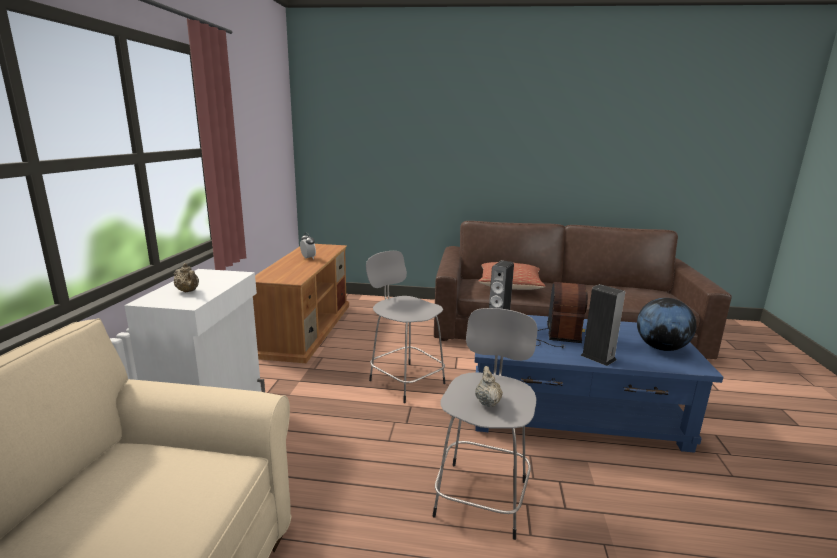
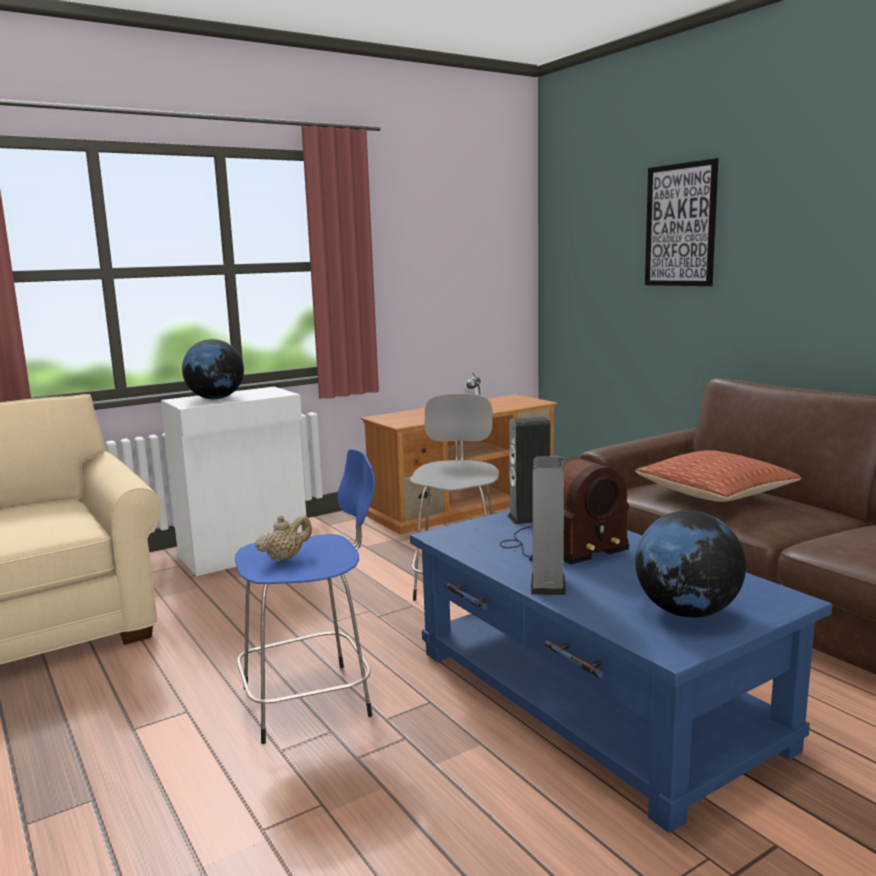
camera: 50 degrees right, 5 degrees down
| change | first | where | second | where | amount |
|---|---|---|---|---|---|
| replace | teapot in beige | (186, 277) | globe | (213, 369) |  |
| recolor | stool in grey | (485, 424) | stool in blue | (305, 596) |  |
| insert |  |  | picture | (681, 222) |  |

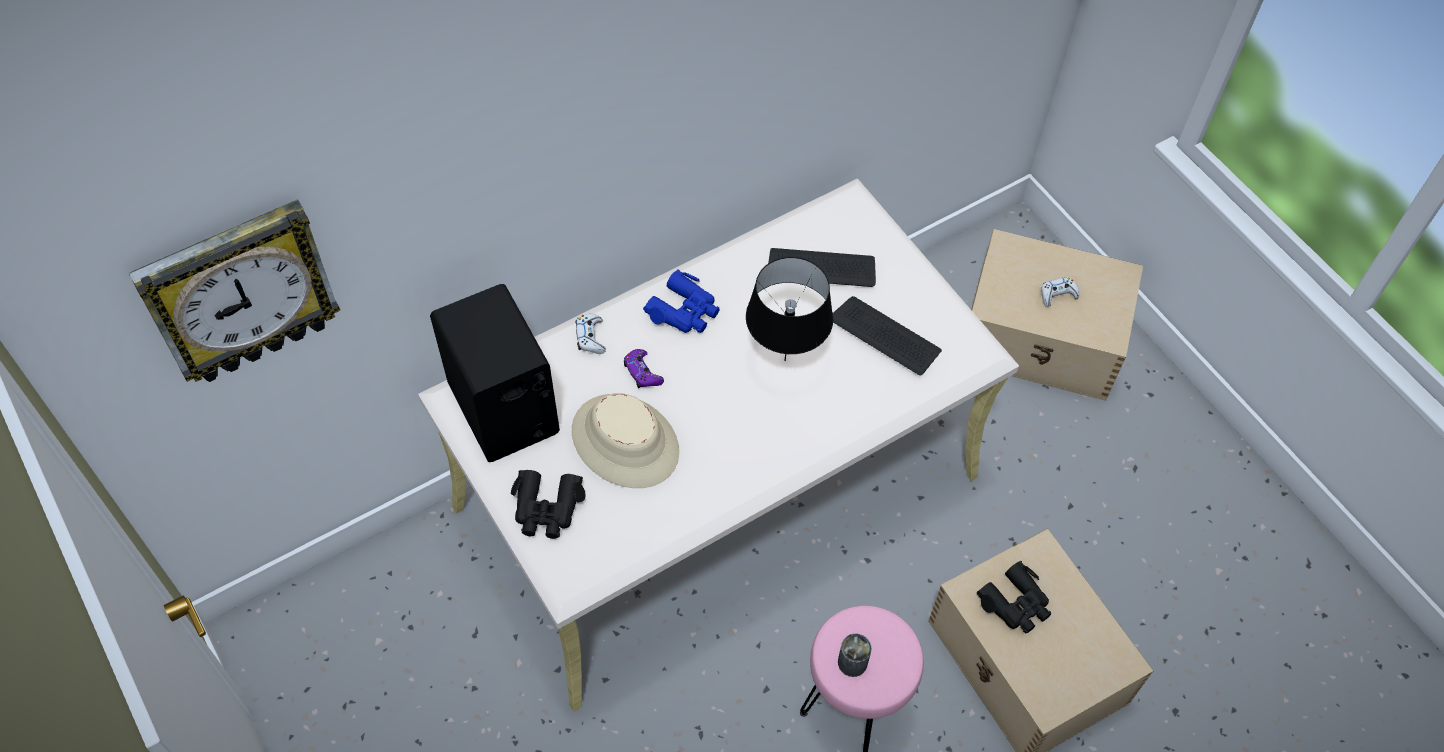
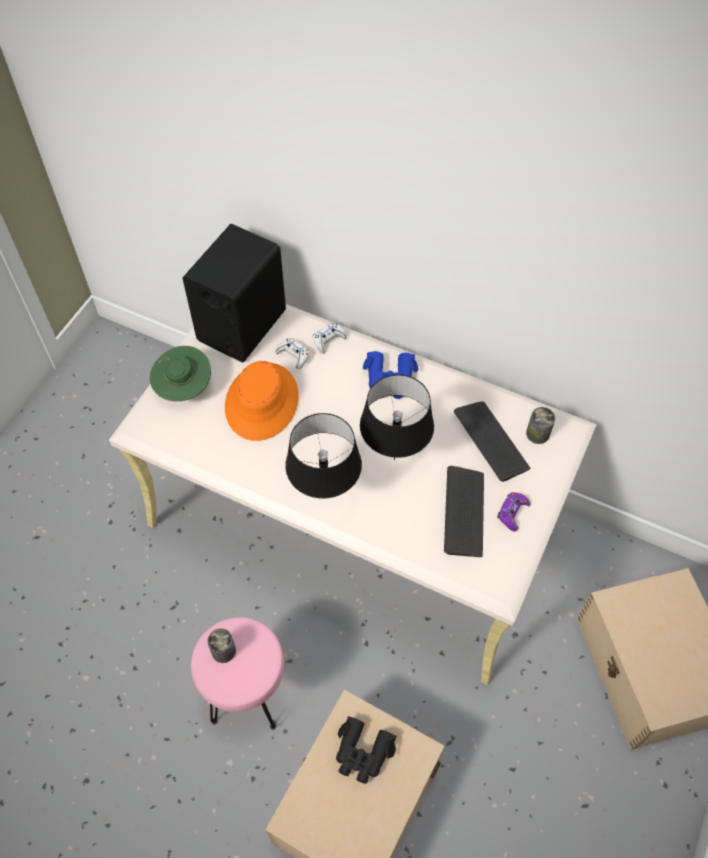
camera: 60 degrees right, 0 degrees up
| change | first | where | second | where | amount |
|---|---|---|---|---|---|
| delete | wall clock | (234, 291) |  |  |  |
| replace | binoculars in black | (548, 504) | hat in green | (180, 373) |  |
| recolor | hat in beige | (625, 440) | hat in orange | (262, 401) |  |
| move | game controller in purple | (644, 368) |  | (513, 511) |  |
| move | game controller in white | (1060, 292) |  | (292, 353) |  |
| insert |  |  | table lamp in black | (323, 455) |  |
| insert |  |  | can | (540, 425) |  |

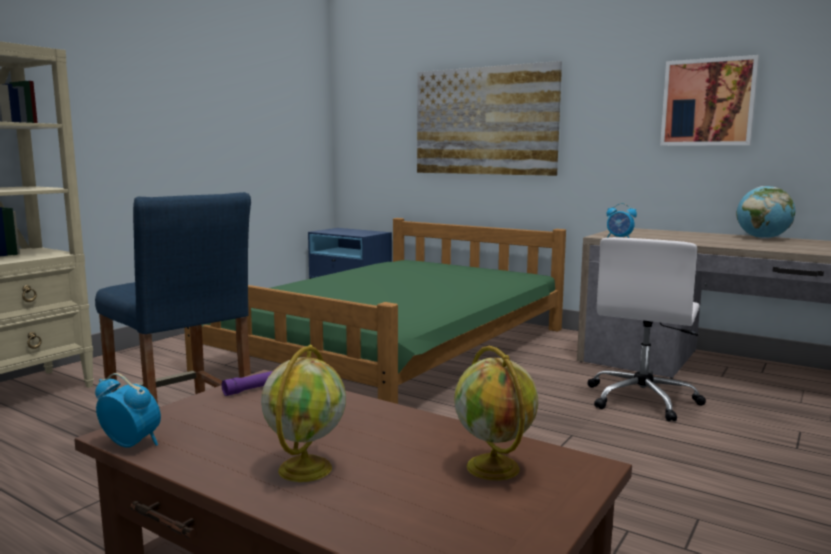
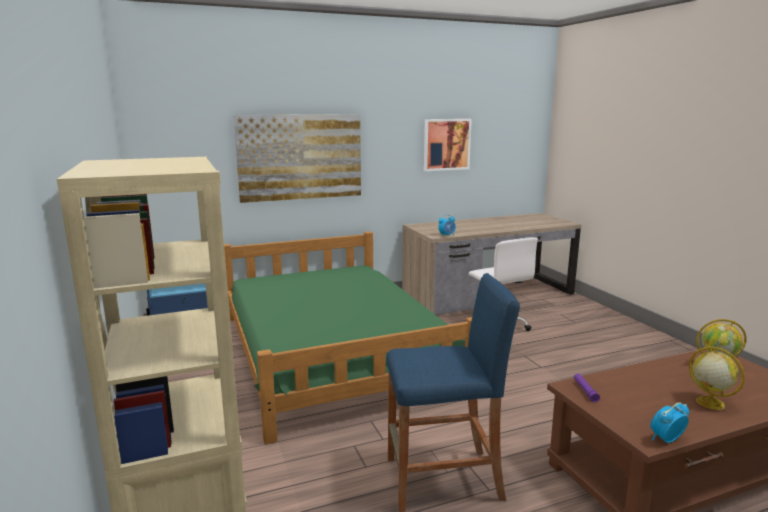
camera: 55 degrees left, 5 degrees up
| change | first | where | second | where | amount |
|---|---|---|---|---|---|
| delete | globe | (765, 212) |  |  |  |

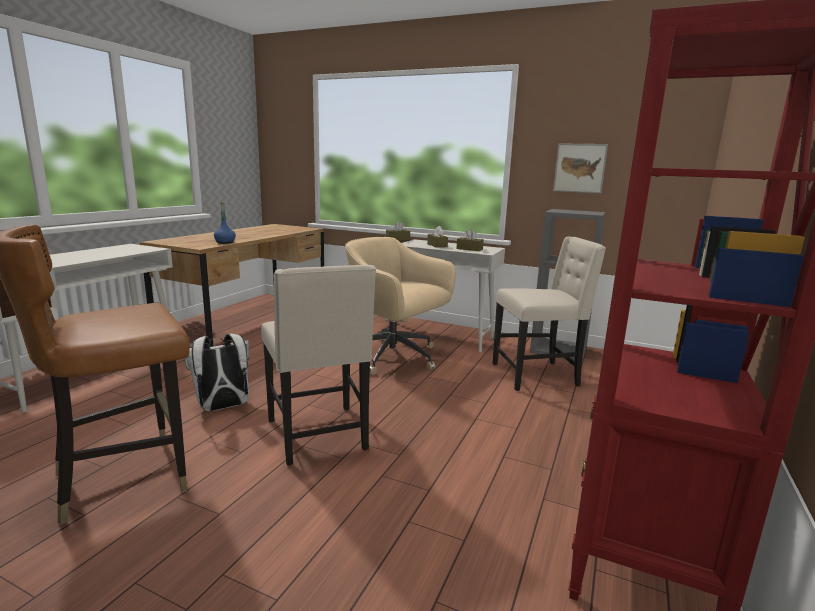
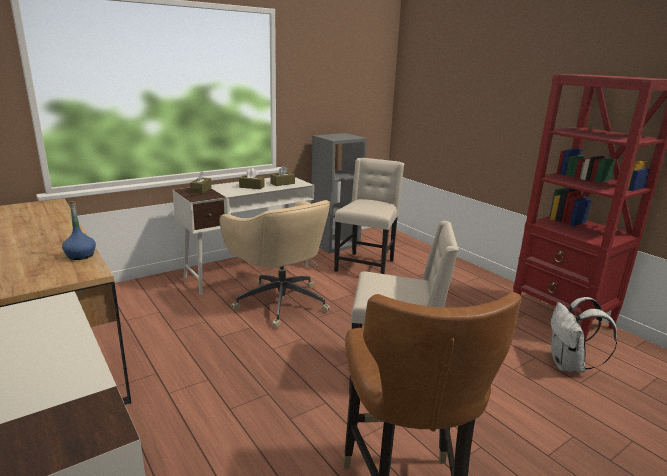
camera: 60 degrees left, 5 degrees up
| change | first | where | second | where | amount |
|---|---|---|---|---|---|
| move | backpack in white | (216, 372) |  | (583, 335) |  |
| rotate | office chair in beige | (400, 306) |  | (275, 264) | 105 degrees counterclockwise |
| delete | picture | (580, 168) |  |  |  |

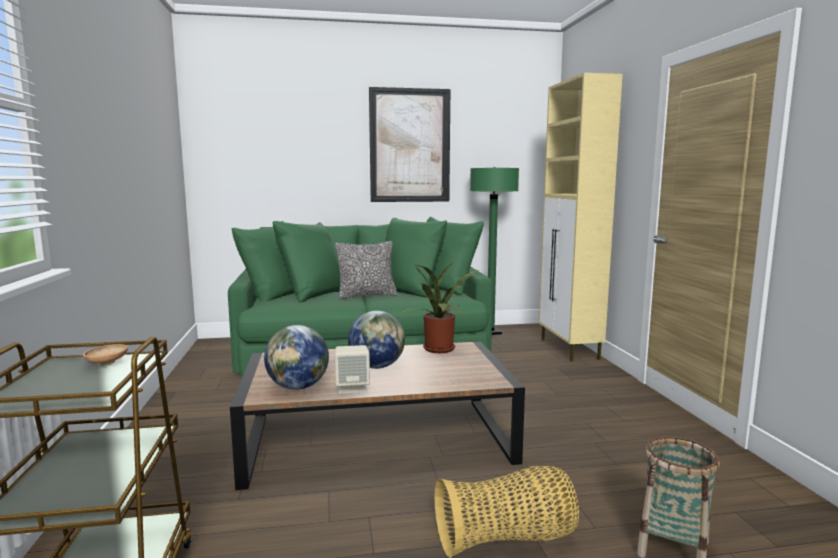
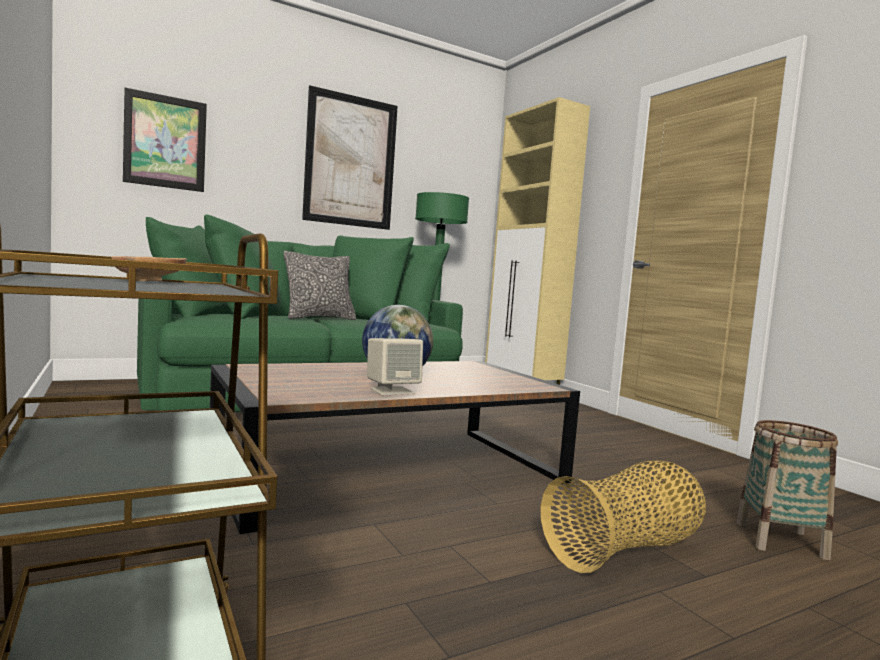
camera: 20 degrees left, 5 degrees down
| change | first | where | second | where | amount |
|---|---|---|---|---|---|
| delete | globe | (296, 357) |  |  |  |
| delete | potted plant | (441, 307) |  |  |  |
| insert |  |  | picture | (165, 140) |  |

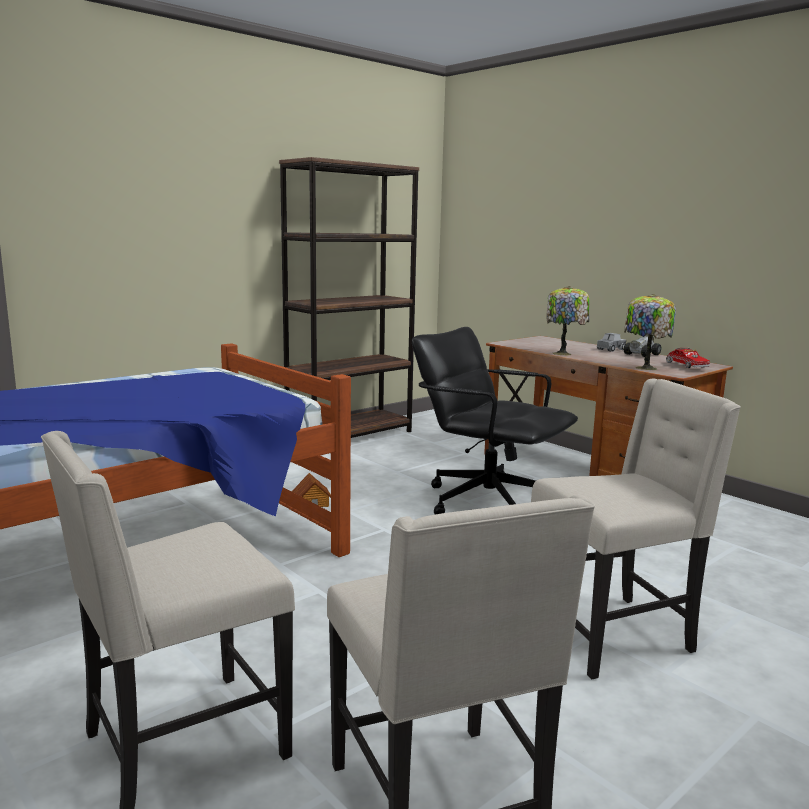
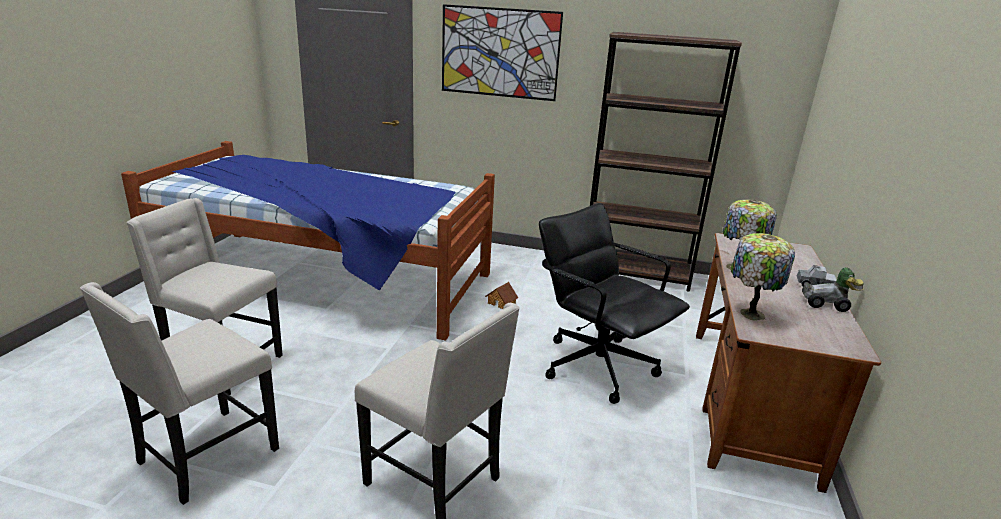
camera: 55 degrees right, 10 degrees up
| change | first | where | second | where | amount |
|---|---|---|---|---|---|
| rotate | office chair in black | (495, 420) |  | (614, 303) | 45 degrees counterclockwise |
| delete | toy truck | (688, 358) |  |  |  |
| insert |  |  | picture | (502, 52) |  |

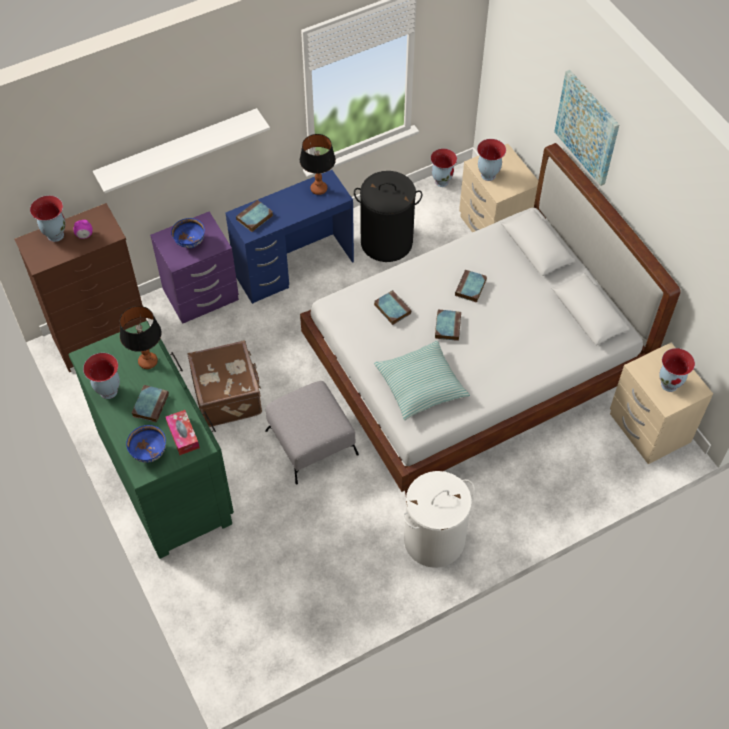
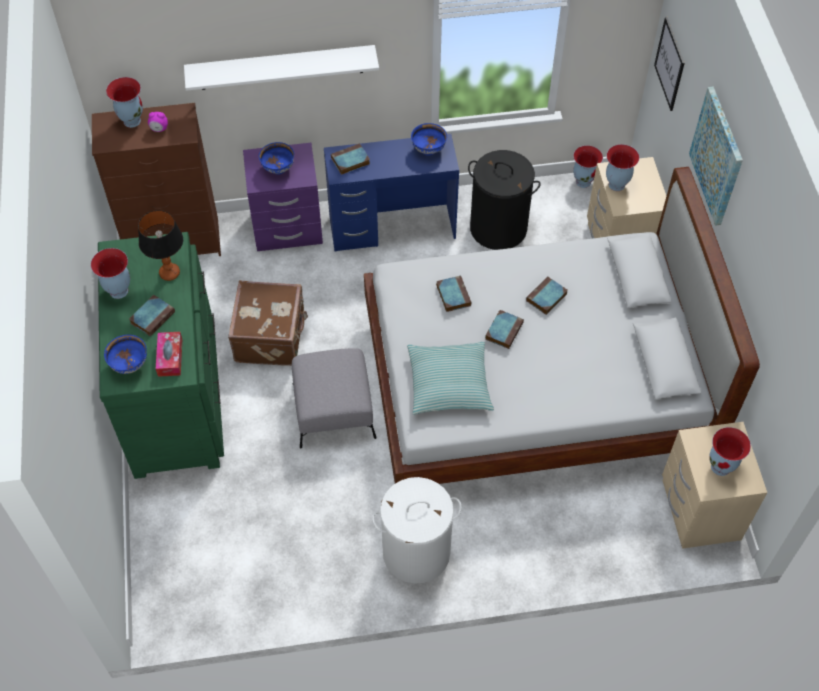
camera: 20 degrees right, 0 degrees up
| change | first | where | second | where | amount |
|---|---|---|---|---|---|
| replace | table lamp | (318, 164) | bowl in blue | (429, 139) |  |
| insert |  |  | picture | (669, 64) |  |

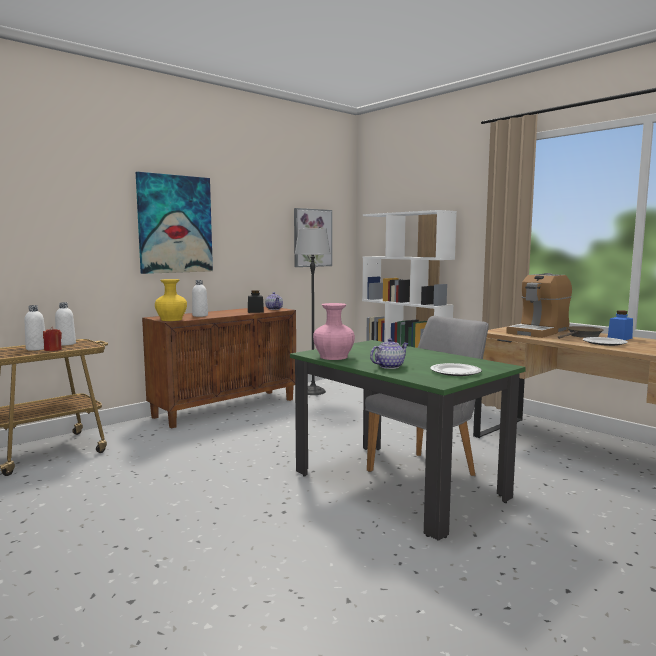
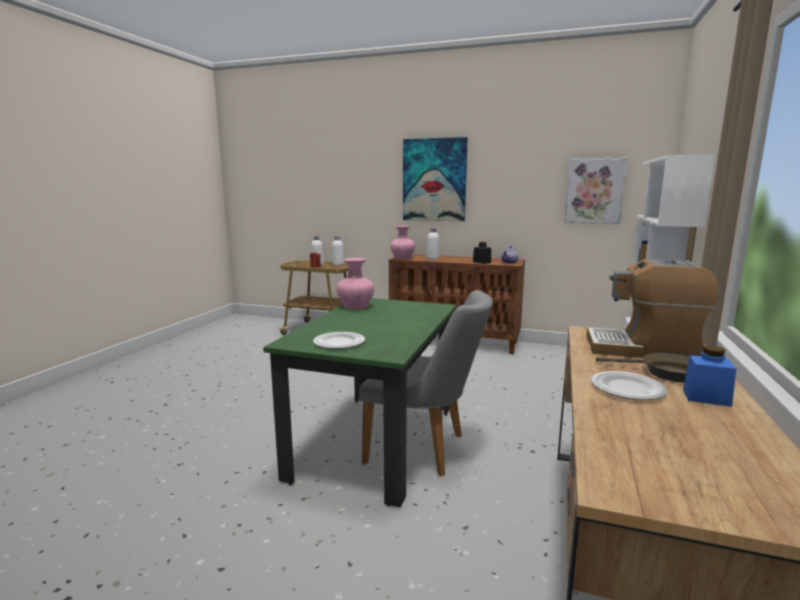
camera: 60 degrees right, 5 degrees up
| change | first | where | second | where | amount |
|---|---|---|---|---|---|
| recolor | vase in yellow | (171, 300) | vase in pink | (402, 242) |  |
| delete | floor lamp | (313, 311) |  |  |  |
| delete | teapot | (389, 353) |  |  |  |

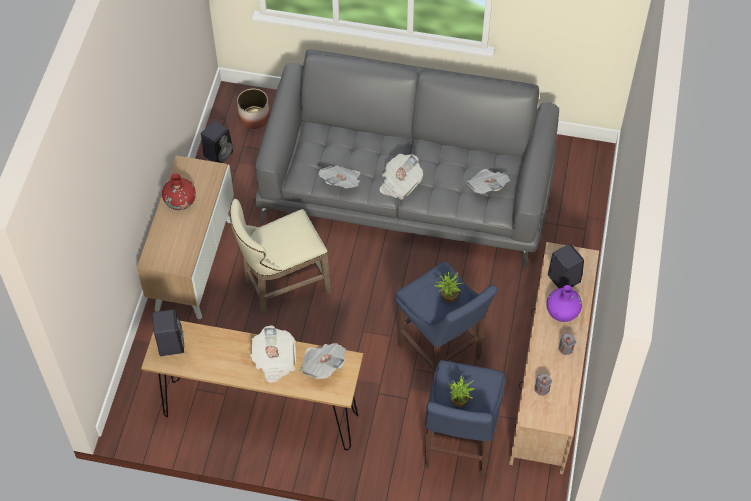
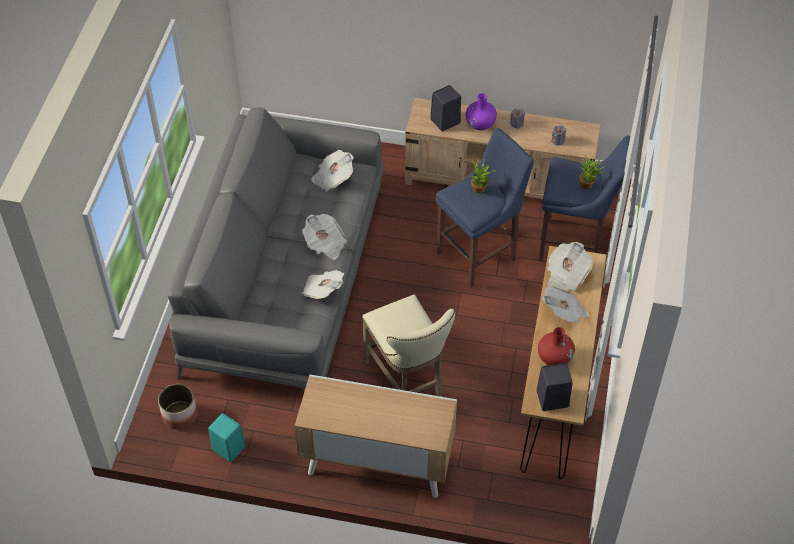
camera: 90 degrees left, 5 degrees down
| change | first | where | second | where | amount |
|---|---|---|---|---|---|
| move | vase in red | (179, 191) |  | (556, 346) |  |
| recolor | speaker in black | (217, 142) | speaker in turquoise | (227, 437) |  |

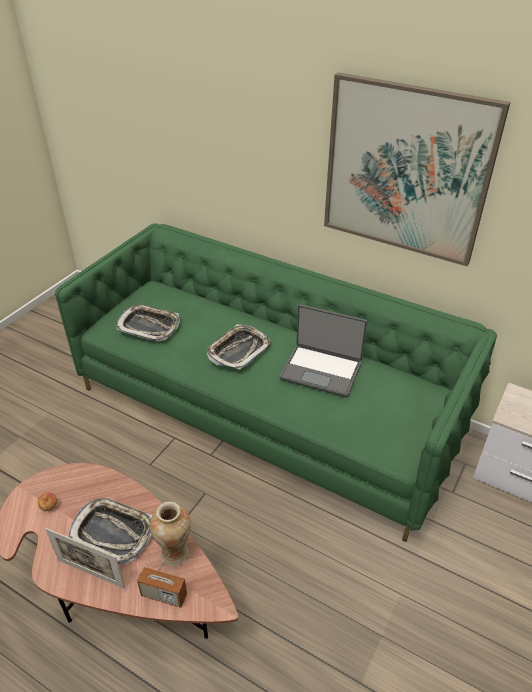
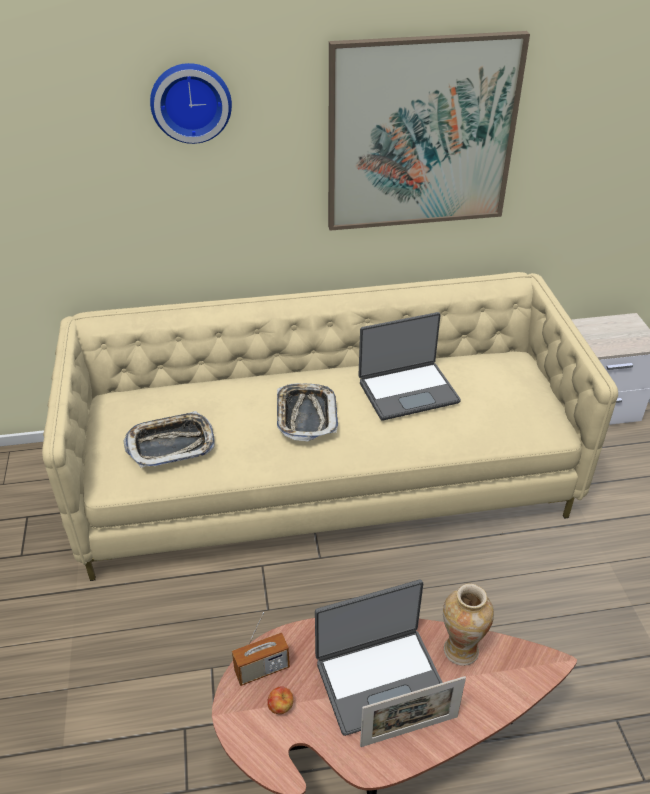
camera: 40 degrees left, 0 degrees up
| change | first | where | second | where | amount |
|---|---|---|---|---|---|
| recolor | sofa in green | (276, 383) | sofa in beige | (330, 426) |  |
| replace | tray | (110, 531) | laptop | (379, 658) |  |
| move | radio | (162, 581) |  | (261, 649) |  |
| insert |  |  | wall clock | (191, 103) |  |

